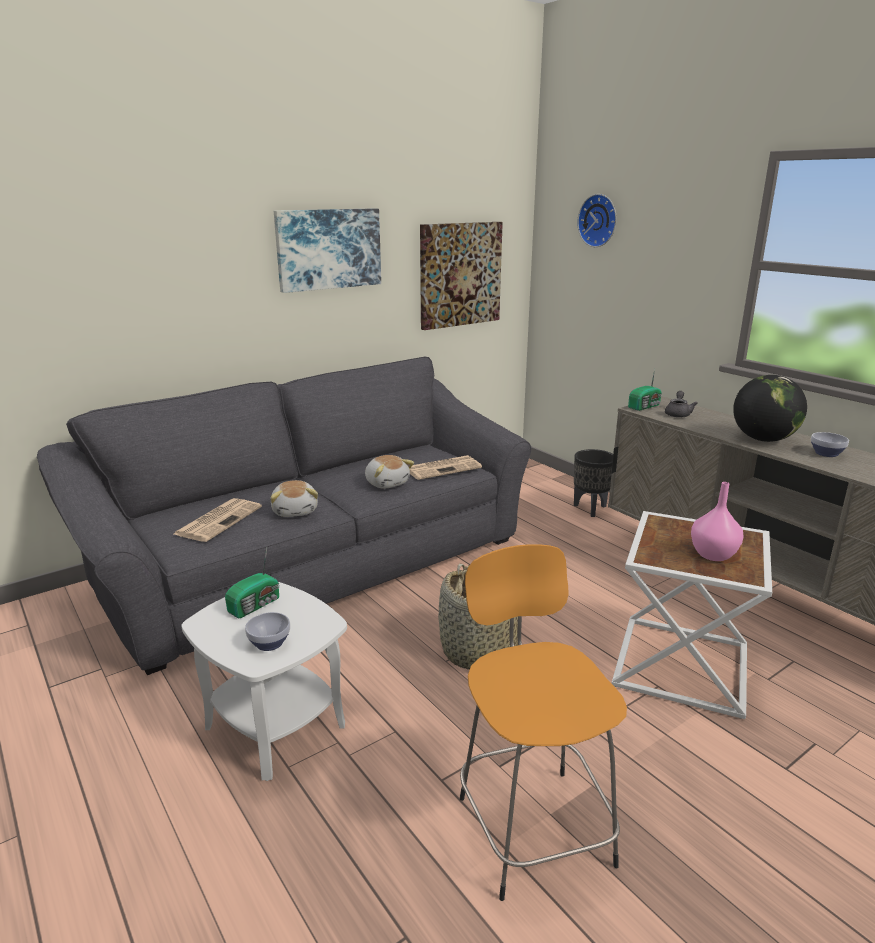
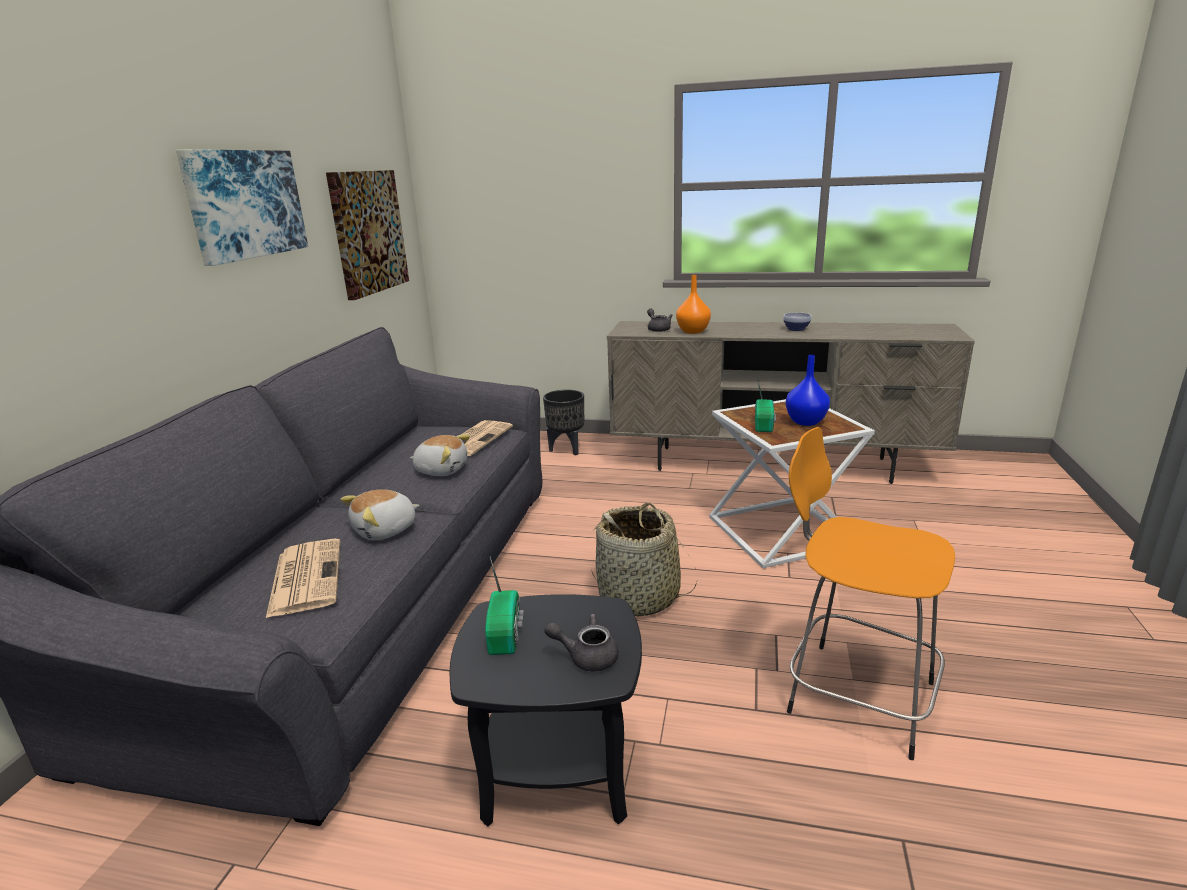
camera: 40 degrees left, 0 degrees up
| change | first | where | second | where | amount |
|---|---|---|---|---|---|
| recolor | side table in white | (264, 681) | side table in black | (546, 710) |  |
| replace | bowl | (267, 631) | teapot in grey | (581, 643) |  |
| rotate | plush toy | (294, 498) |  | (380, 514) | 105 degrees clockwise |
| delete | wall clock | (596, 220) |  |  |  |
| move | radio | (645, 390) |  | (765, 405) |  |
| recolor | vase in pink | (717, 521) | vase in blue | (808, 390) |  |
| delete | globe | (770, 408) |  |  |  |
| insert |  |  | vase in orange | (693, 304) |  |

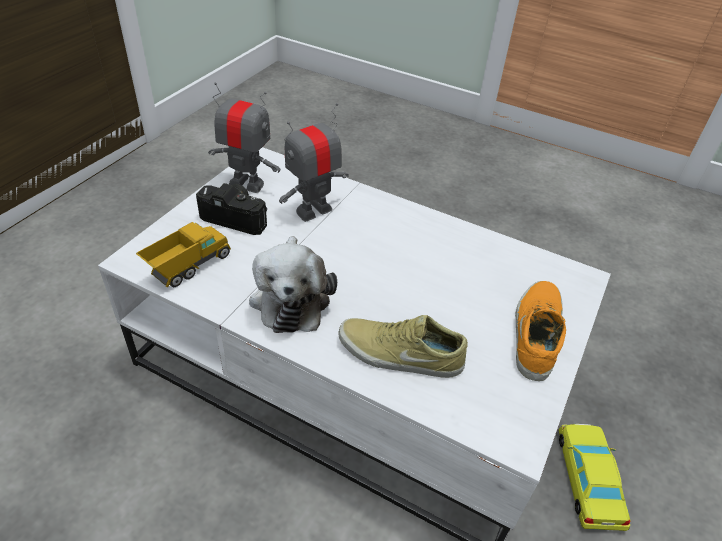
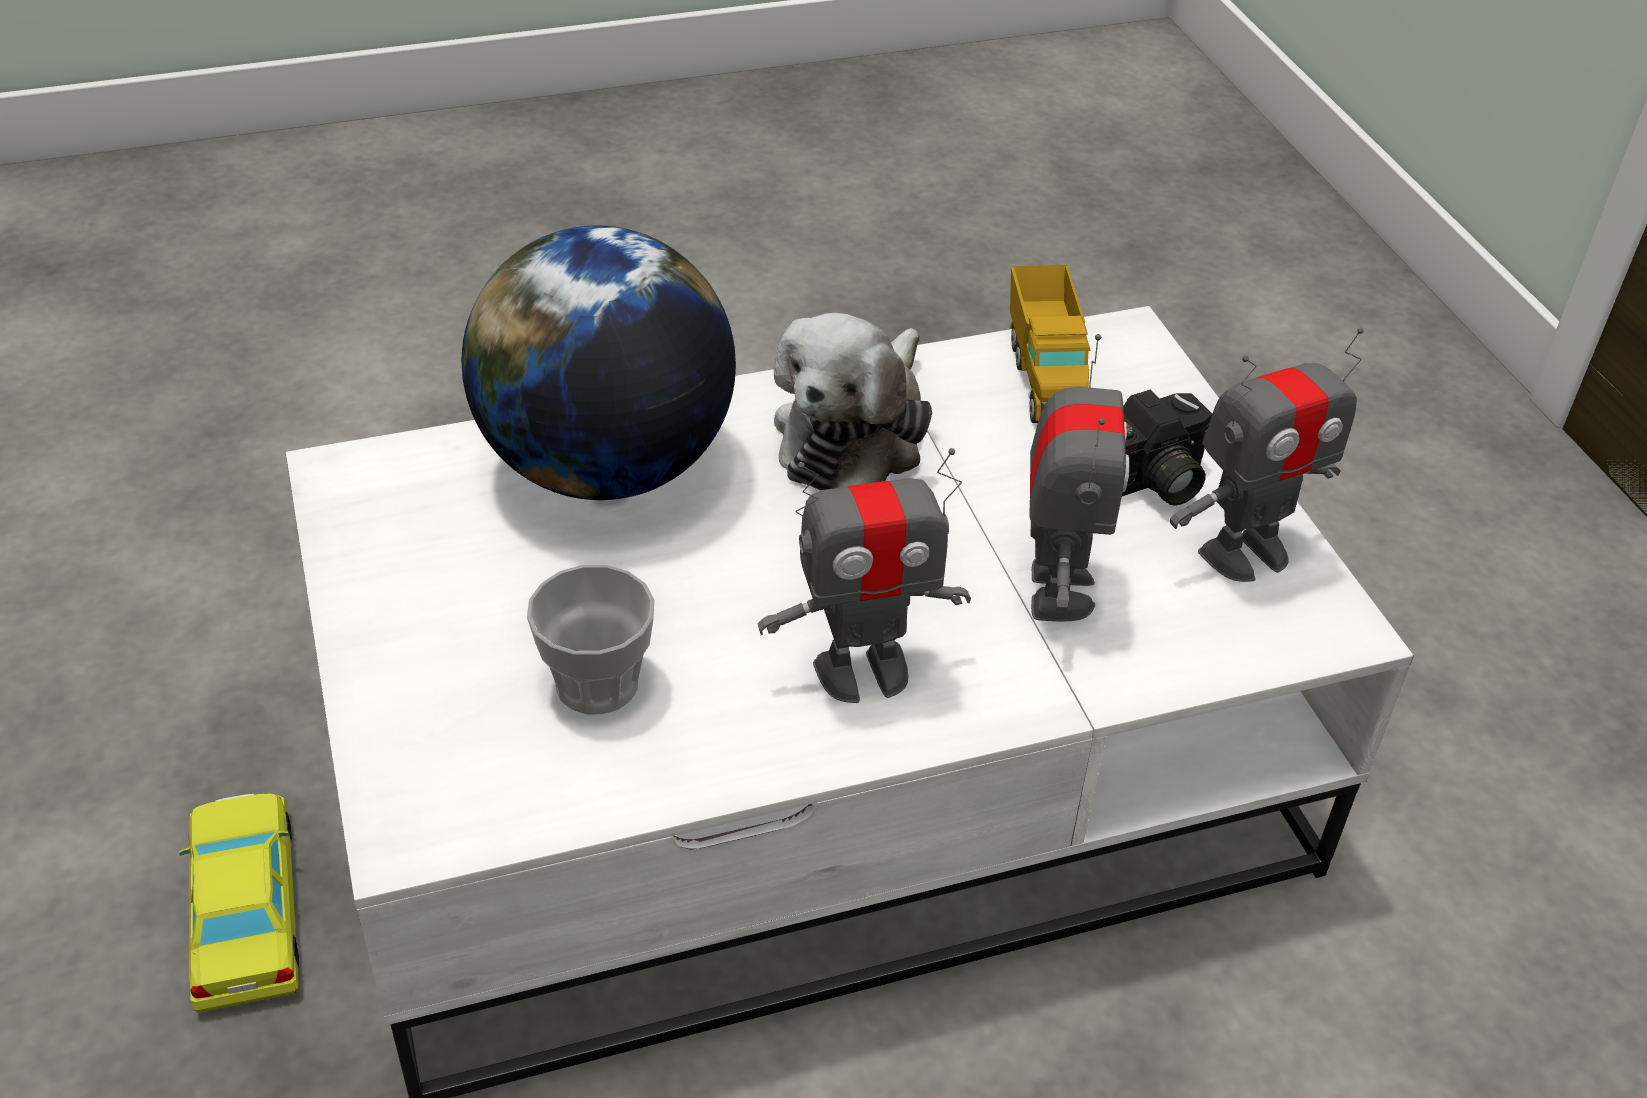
camera: 135 degrees right, 0 degrees up
| change | first | where | second | where | amount |
|---|---|---|---|---|---|
| rotate | plush toy | (293, 284) |  | (853, 401) | 105 degrees counterclockwise |
| replace | shoe in beige | (403, 346) | globe | (598, 363) |  |
| delete | shoe in orange | (540, 331) |  |  |  |
| rotate | toy car in yellow | (594, 477) |  | (239, 903) | 150 degrees counterclockwise |
| insert |  |  | cup | (591, 640) |  |
| insert |  |  | toy robot | (864, 575) |  |

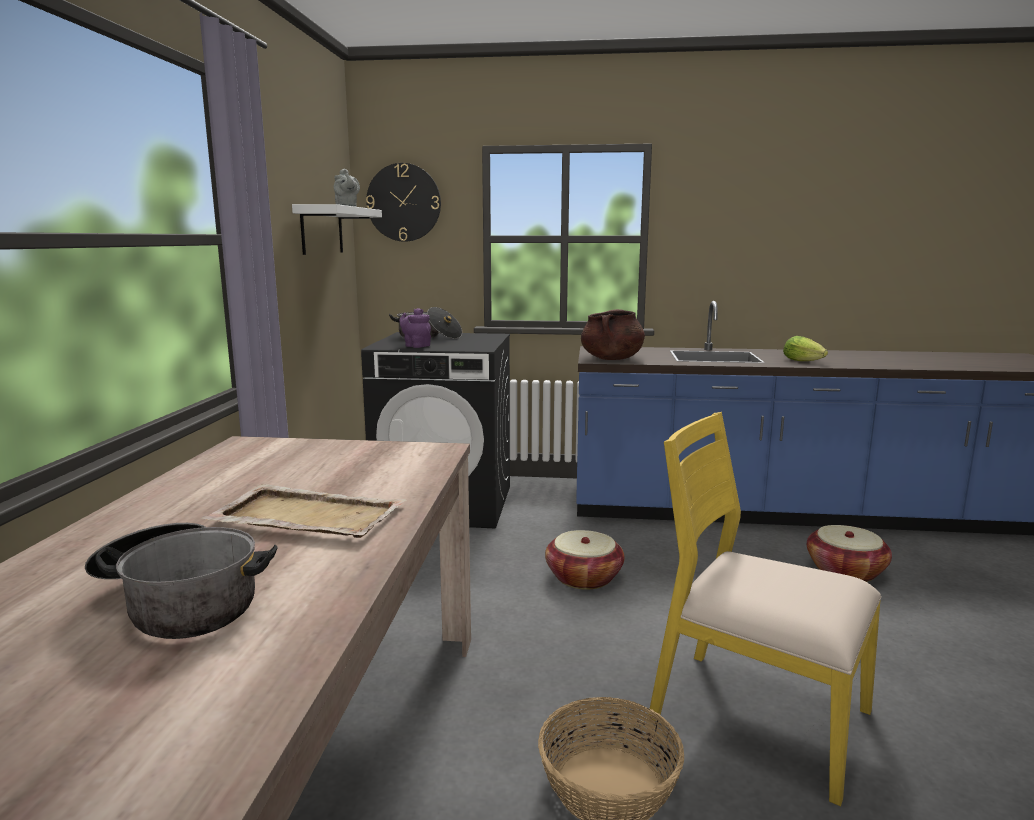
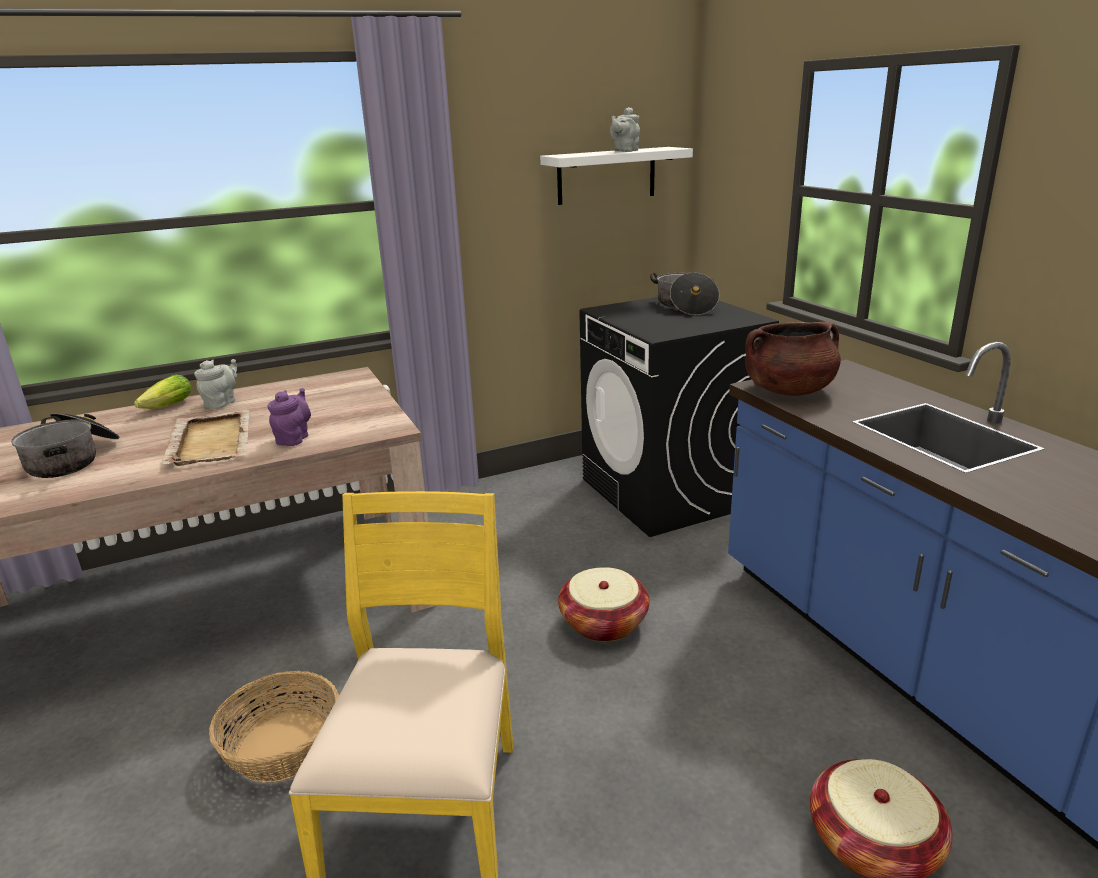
camera: 60 degrees right, 10 degrees up
| change | first | where | second | where | amount |
|---|---|---|---|---|---|
| delete | wall clock | (403, 202) |  |  |  |
| move | teapot in purple | (415, 328) |  | (289, 417) |  |
| move | lettuce | (805, 348) |  | (162, 392) |  |
| insert |  |  | teapot in grey | (215, 384) |  |

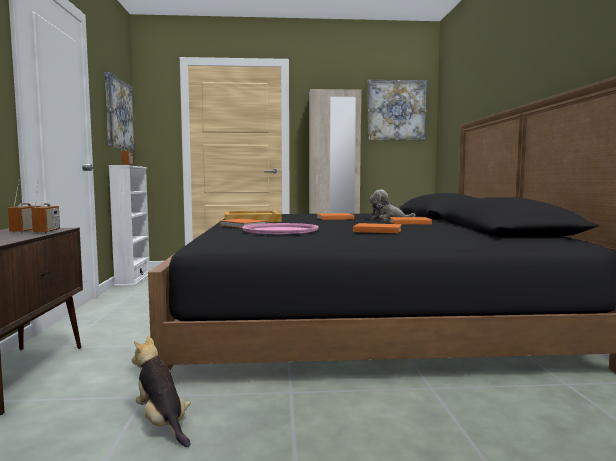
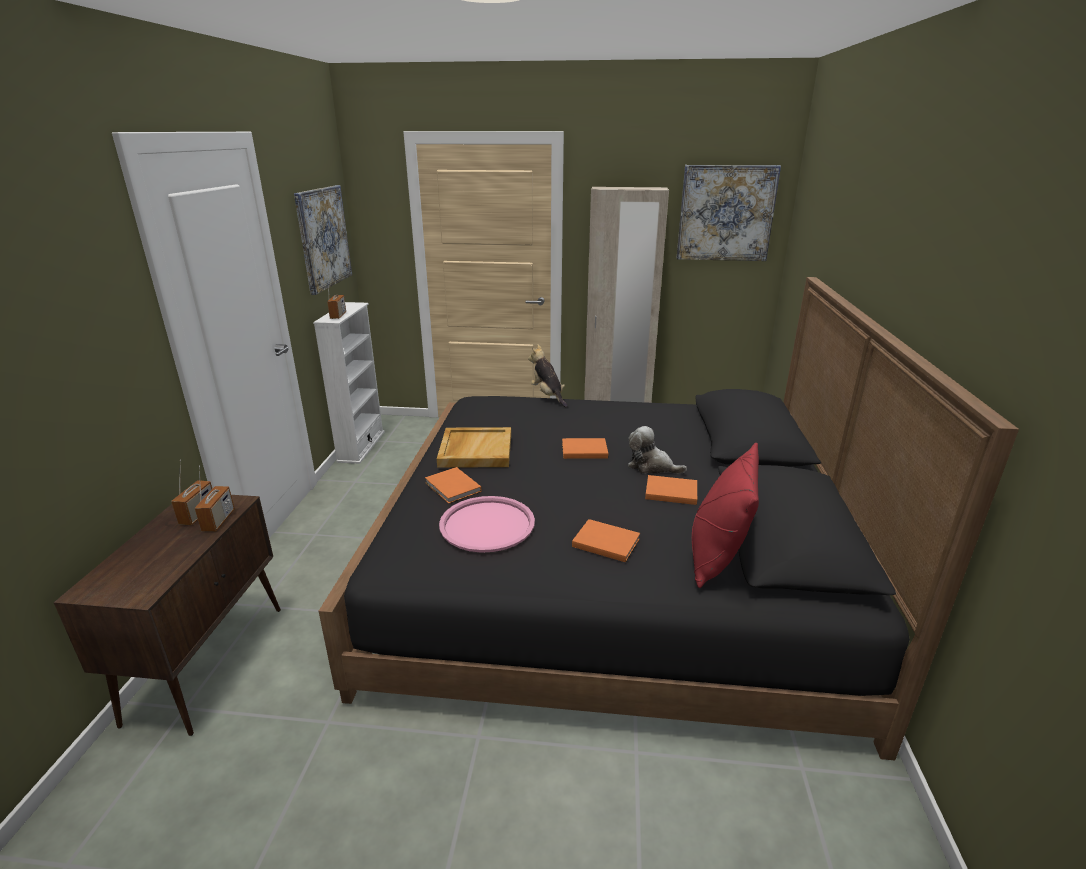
camera: 10 degrees right, 20 degrees up
| change | first | where | second | where | amount |
|---|---|---|---|---|---|
| move | plush toy | (161, 391) |  | (548, 376) |  |
| insert |  |  | pillow in red | (725, 515) |  |

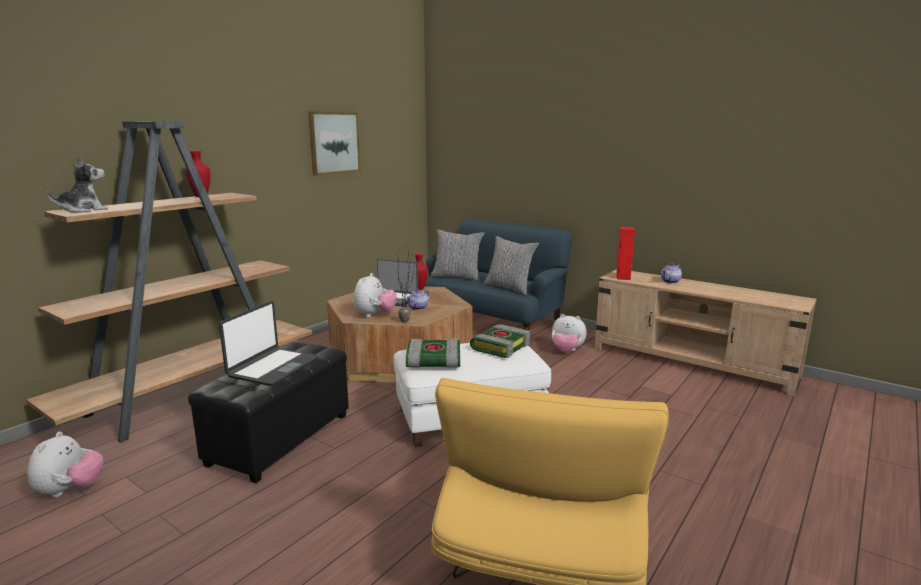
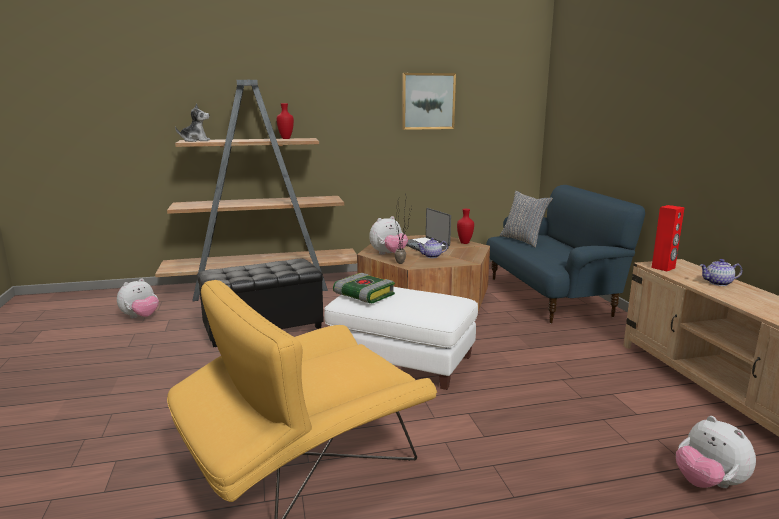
camera: 40 degrees right, 0 degrees up
| change | first | where | second | where | amount |
|---|---|---|---|---|---|
| delete | laptop | (269, 343) |  |  |  |
| delete | book | (500, 341) |  |  |  |
| delete | pillow in grey | (511, 265) |  |  |  |
| move | plush toy | (569, 333) |  | (716, 452) |  |

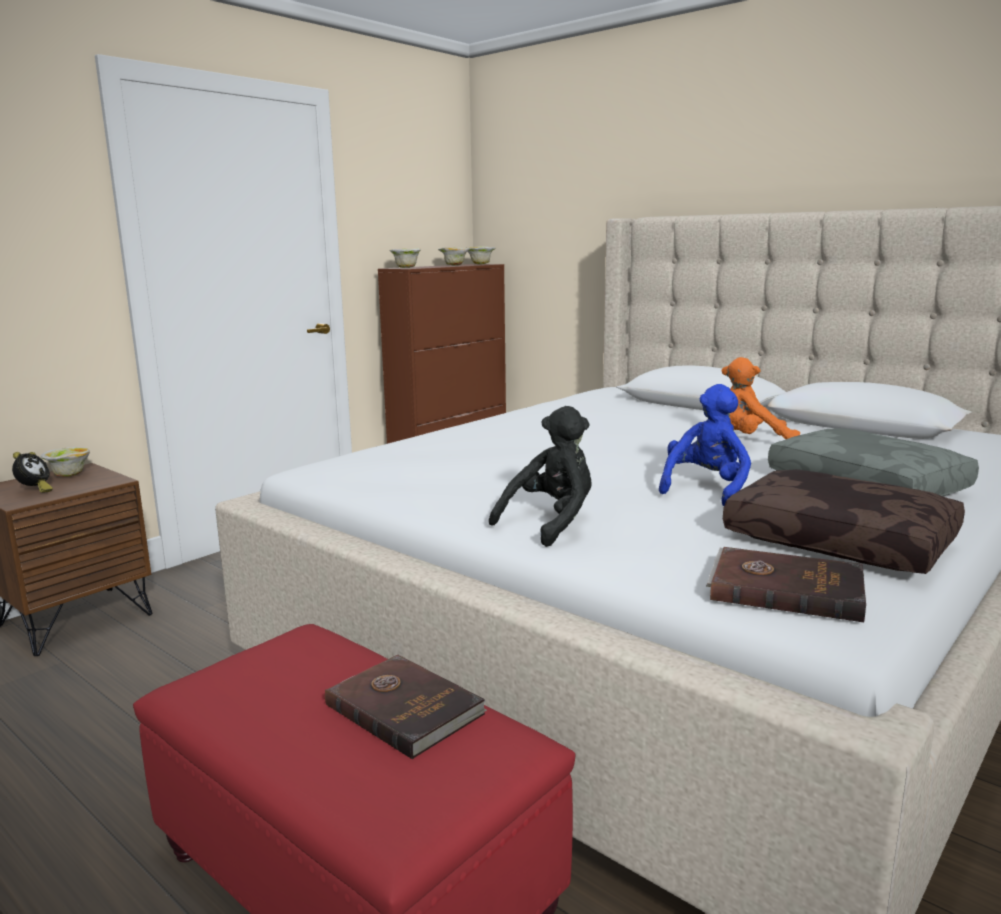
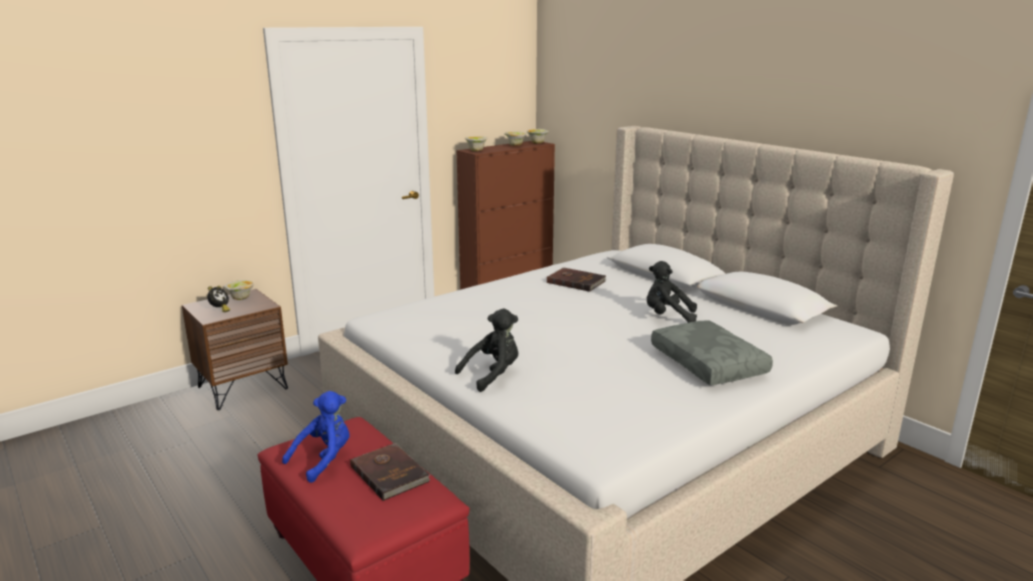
camera: 10 degrees right, 5 degrees up
| change | first | where | second | where | amount |
|---|---|---|---|---|---|
| move | plush toy in blue | (705, 445) |  | (315, 437) |  |
| move | book in brown | (786, 584) |  | (576, 279) |  |
| recolor | plush toy in orange | (761, 398) | plush toy in black | (672, 292) |  |
| delete | pillow in brown | (844, 521) |  |  |  |

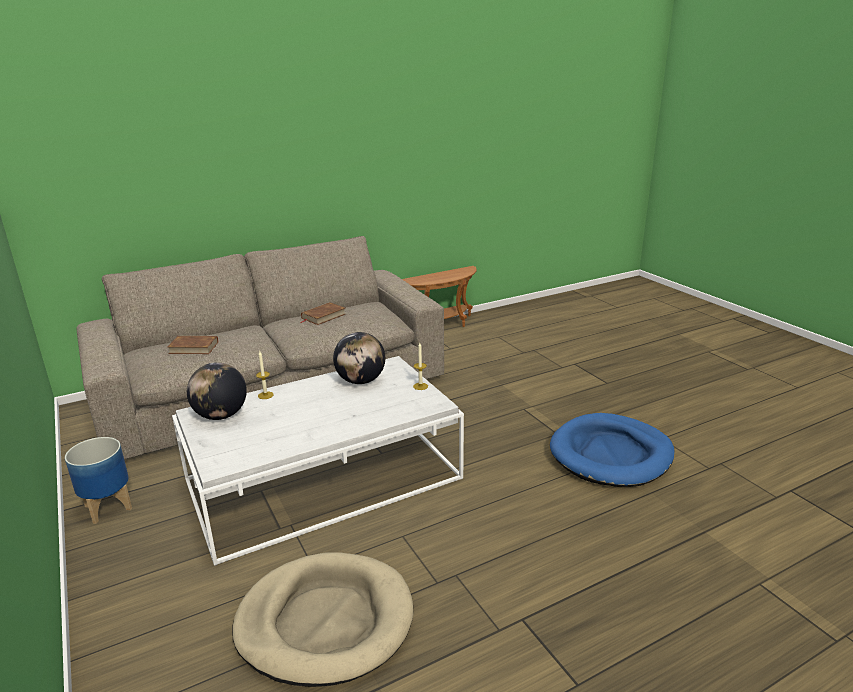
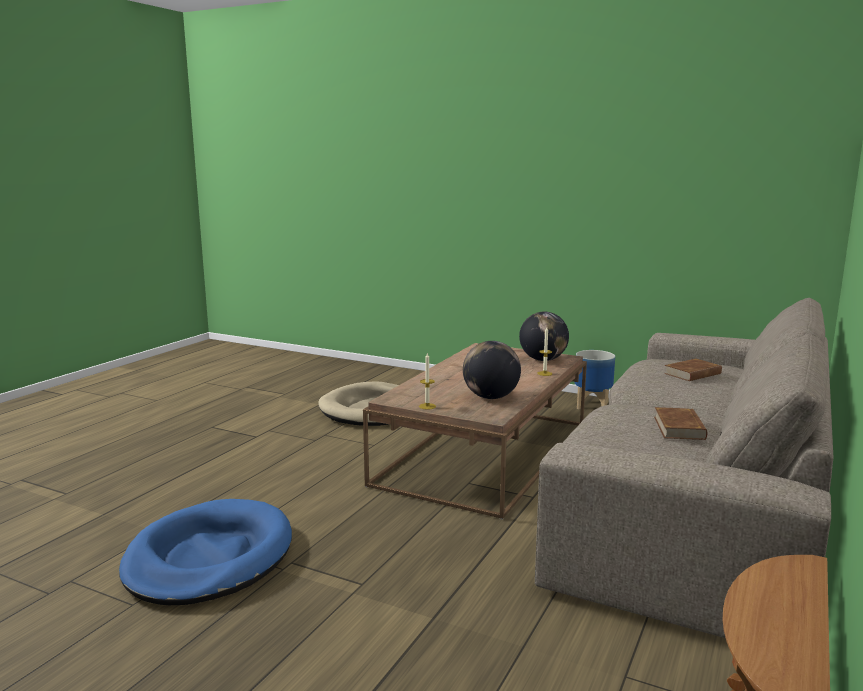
camera: 145 degrees right, 10 degrees down
| change | first | where | second | where | amount |
|---|---|---|---|---|---|
| recolor | coffee table in white | (318, 461) | coffee table in brown | (475, 431) |  |

